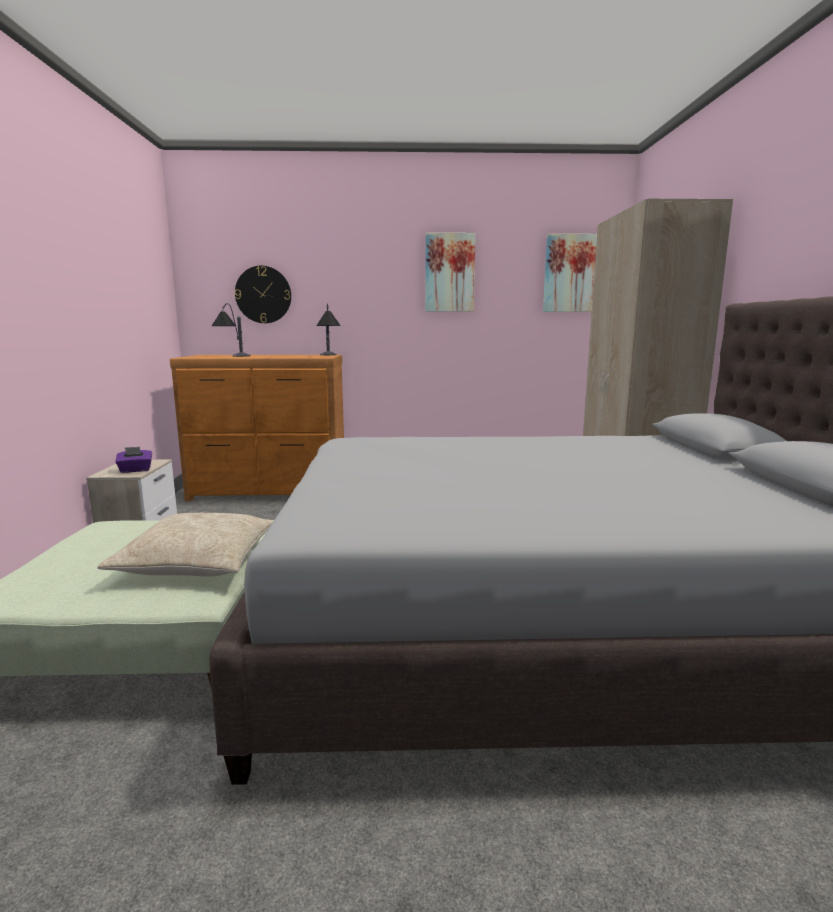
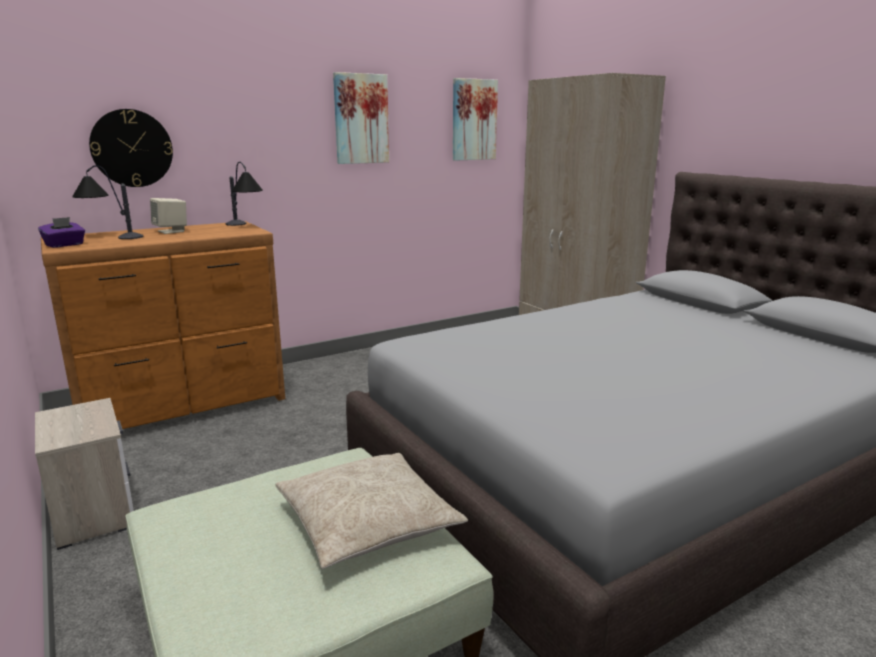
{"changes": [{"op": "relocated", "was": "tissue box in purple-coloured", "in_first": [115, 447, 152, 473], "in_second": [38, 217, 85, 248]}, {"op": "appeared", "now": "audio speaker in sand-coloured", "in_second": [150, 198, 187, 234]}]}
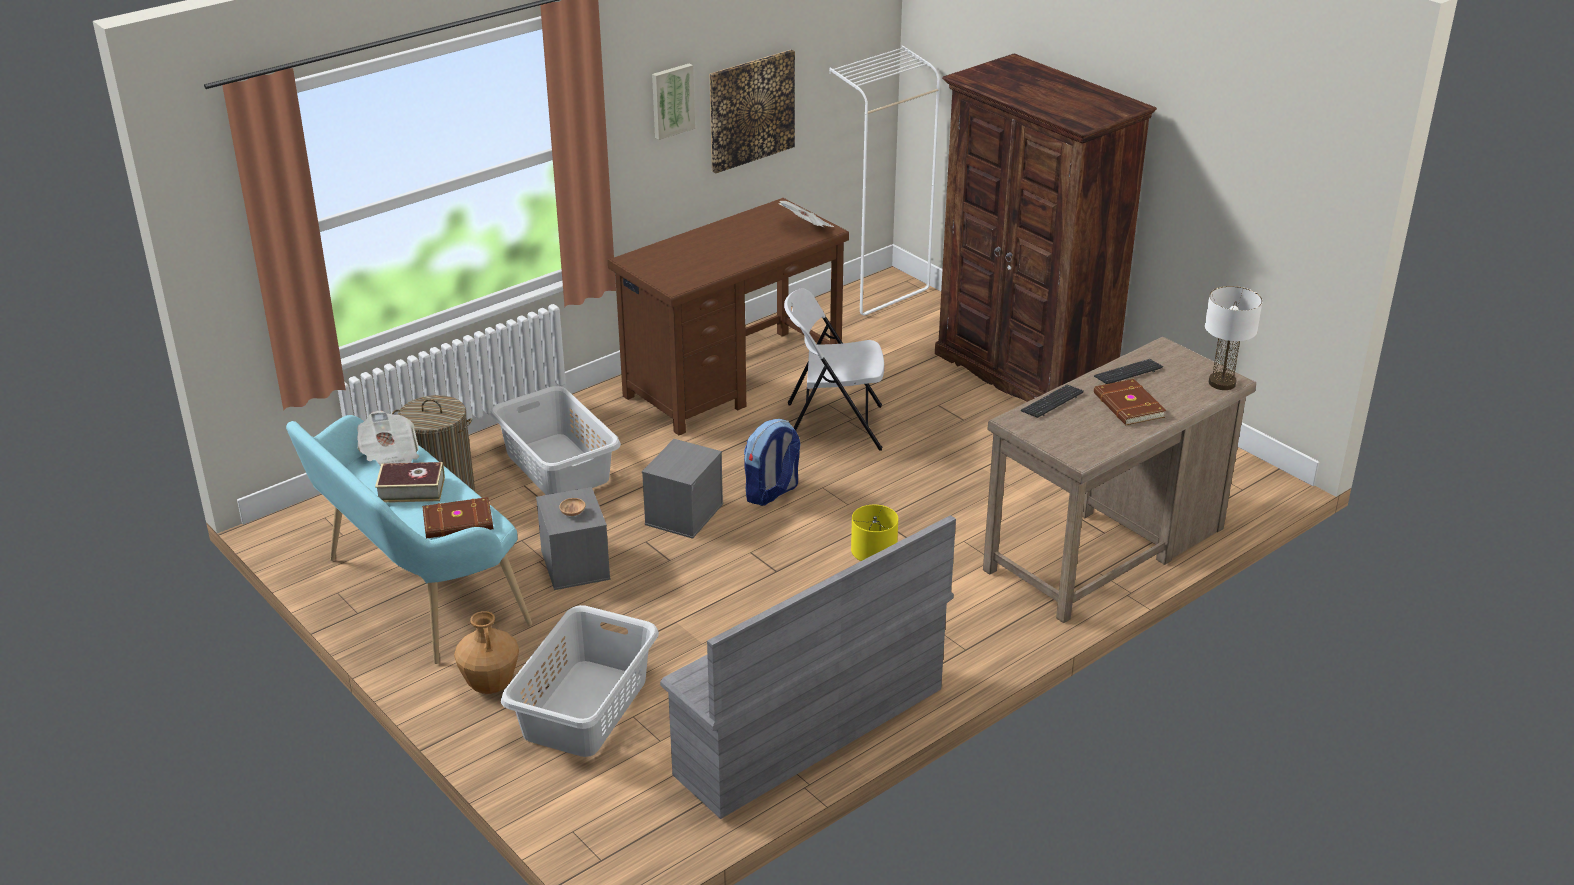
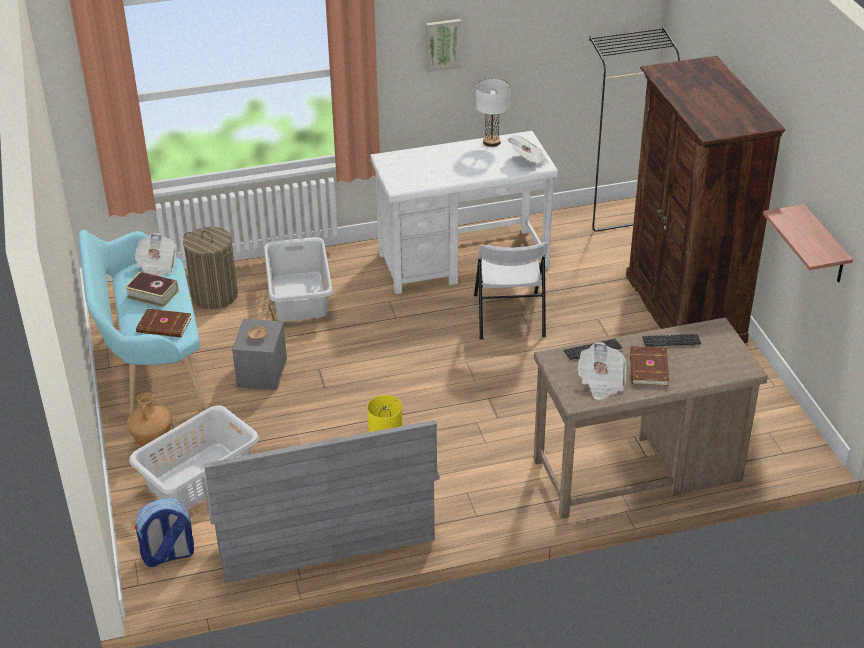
{"changes": [{"op": "relocated", "was": "knapsack", "in_first": [744, 419, 800, 506], "in_second": [134, 498, 194, 567]}, {"op": "colour", "was": "desk unit in brown", "now": "desk unit in whitish", "in_first": [608, 198, 849, 435], "in_second": [370, 131, 558, 294]}, {"op": "spun", "was": "plain chair in whitish", "in_first": [784, 289, 884, 451], "in_second": [474, 242, 548, 339], "clockwise": -120}, {"op": "relocated", "was": "table lamp", "in_first": [1205, 286, 1262, 390], "in_second": [476, 78, 510, 147]}, {"op": "appeared", "now": "newspaper", "in_second": [577, 342, 627, 400]}, {"op": "colour", "was": "clothes rack in whitish", "now": "clothes rack in black", "in_first": [829, 45, 940, 316], "in_second": [589, 26, 680, 232]}, {"op": "appeared", "now": "shelf", "in_second": [763, 204, 853, 283]}, {"op": "missing", "was": "storage container in greyish", "in_first": [642, 439, 723, 539]}, {"op": "missing", "was": "wall picture", "in_first": [709, 50, 795, 173]}]}
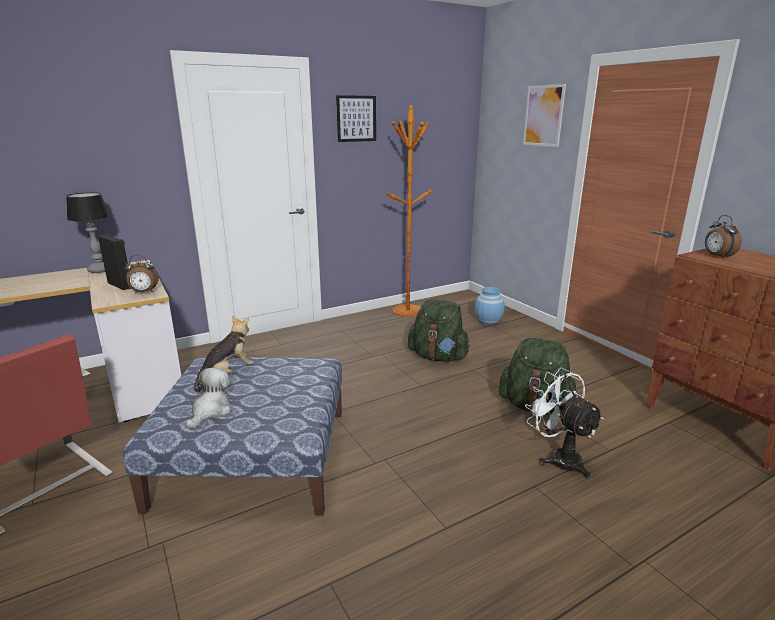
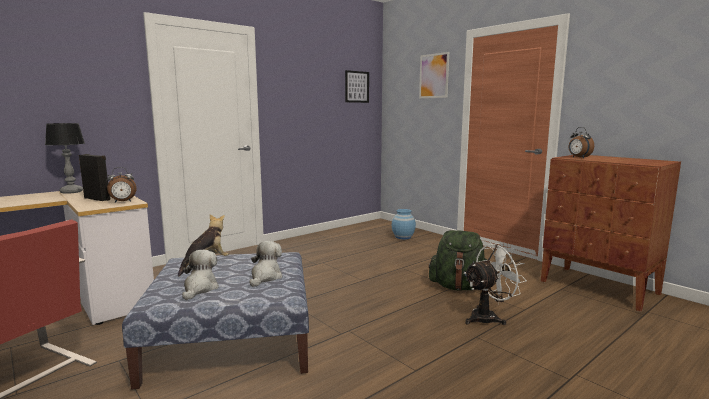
{"changes": [{"op": "appeared", "now": "plush toy", "in_second": [249, 241, 283, 287]}, {"op": "relocated", "was": "wall picture", "in_first": [336, 95, 376, 142], "in_second": [345, 70, 369, 103]}, {"op": "spun", "was": "fan in whitish", "in_first": [525, 367, 604, 479], "in_second": [464, 243, 527, 325], "clockwise": 105}, {"op": "missing", "was": "clothes rack in orange", "in_first": [387, 105, 432, 317]}, {"op": "missing", "was": "knapsack in greenish", "in_first": [408, 299, 470, 362]}]}
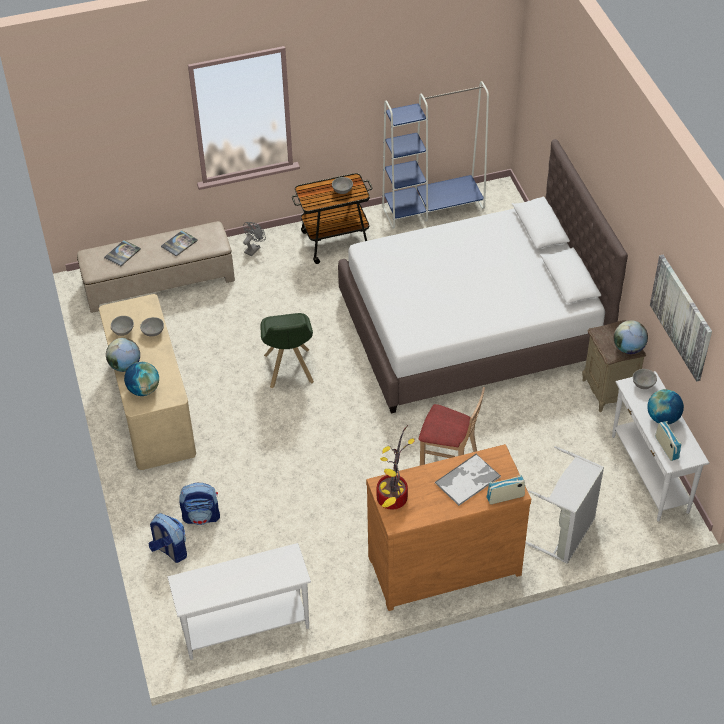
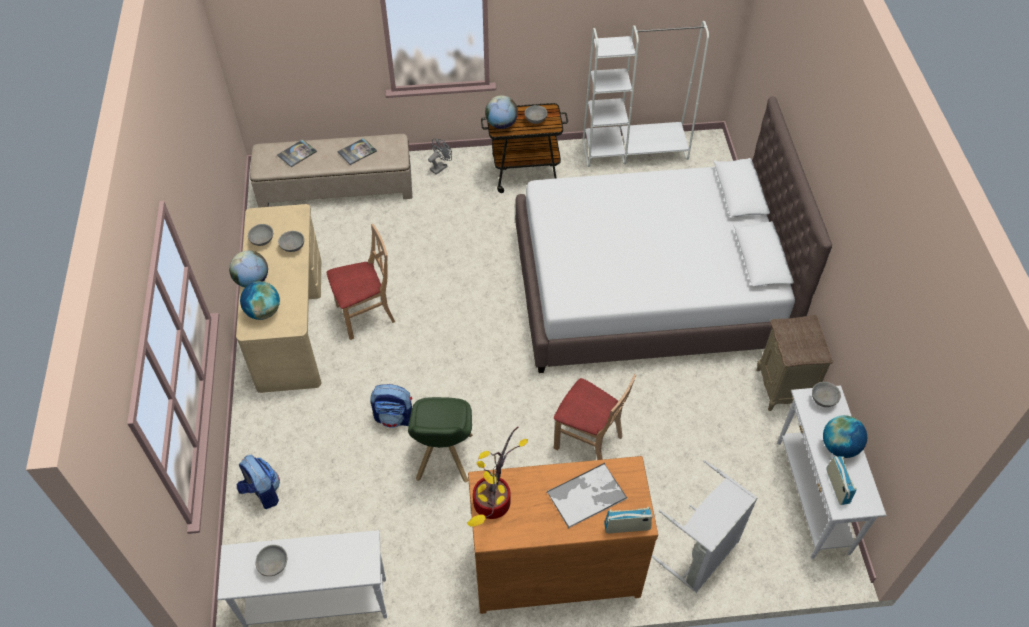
{"changes": [{"op": "appeared", "now": "bowl in greyish", "in_second": [256, 545, 287, 576]}, {"op": "appeared", "now": "plain chair in sand-coloured", "in_second": [327, 224, 395, 340]}, {"op": "relocated", "was": "knapsack", "in_first": [179, 483, 220, 525], "in_second": [370, 384, 412, 428]}, {"op": "relocated", "was": "plain chair in greenish", "in_first": [261, 313, 314, 389], "in_second": [408, 397, 473, 483]}, {"op": "relocated", "was": "world globe", "in_first": [614, 320, 648, 354], "in_second": [485, 95, 518, 129]}, {"op": "colour", "was": "clothes rack in bluish", "now": "clothes rack in whitish", "in_first": [382, 81, 489, 229], "in_second": [583, 21, 709, 167]}, {"op": "missing", "was": "wall picture", "in_first": [650, 255, 712, 382]}]}
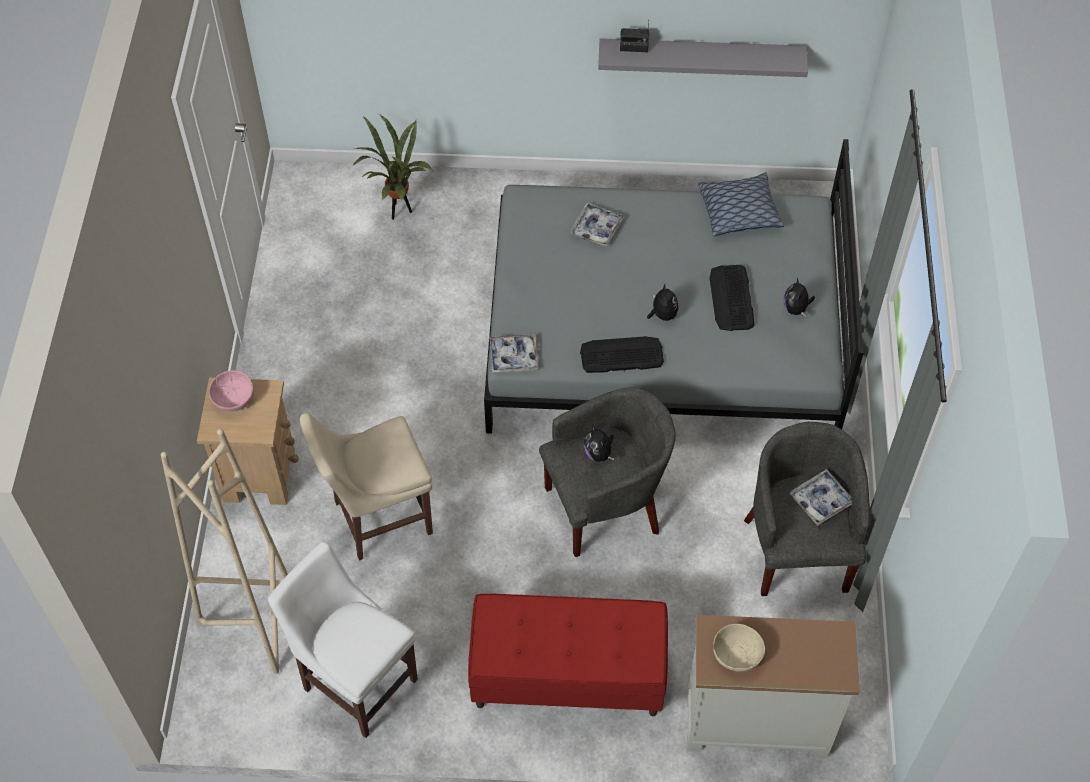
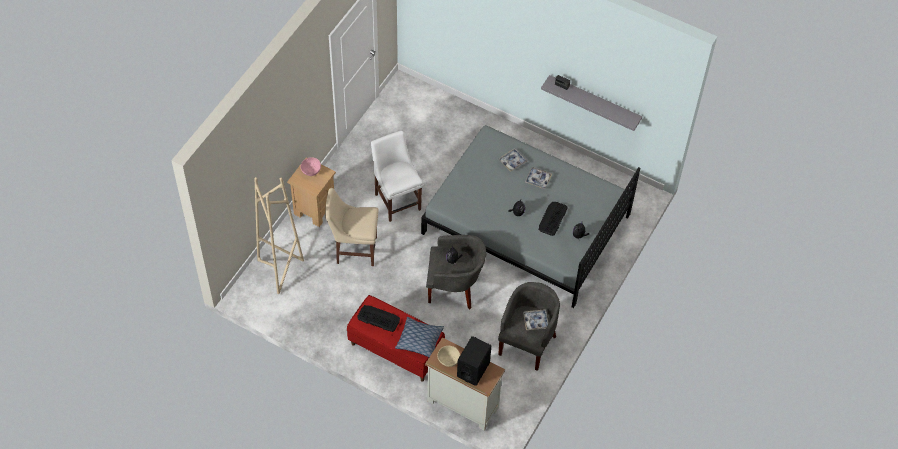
{"changes": [{"op": "relocated", "was": "computer keyboard", "in_first": [580, 336, 664, 373], "in_second": [357, 305, 400, 332]}, {"op": "relocated", "was": "plain chair in whitish", "in_first": [268, 542, 418, 738], "in_second": [371, 131, 423, 222]}, {"op": "relocated", "was": "throw pillow", "in_first": [698, 172, 784, 236], "in_second": [395, 317, 444, 357]}, {"op": "appeared", "now": "audio speaker in black", "in_second": [457, 336, 491, 386]}, {"op": "relocated", "was": "carrying tray", "in_first": [490, 334, 538, 373], "in_second": [525, 167, 552, 189]}, {"op": "missing", "was": "houseplant", "in_first": [353, 115, 433, 220]}]}
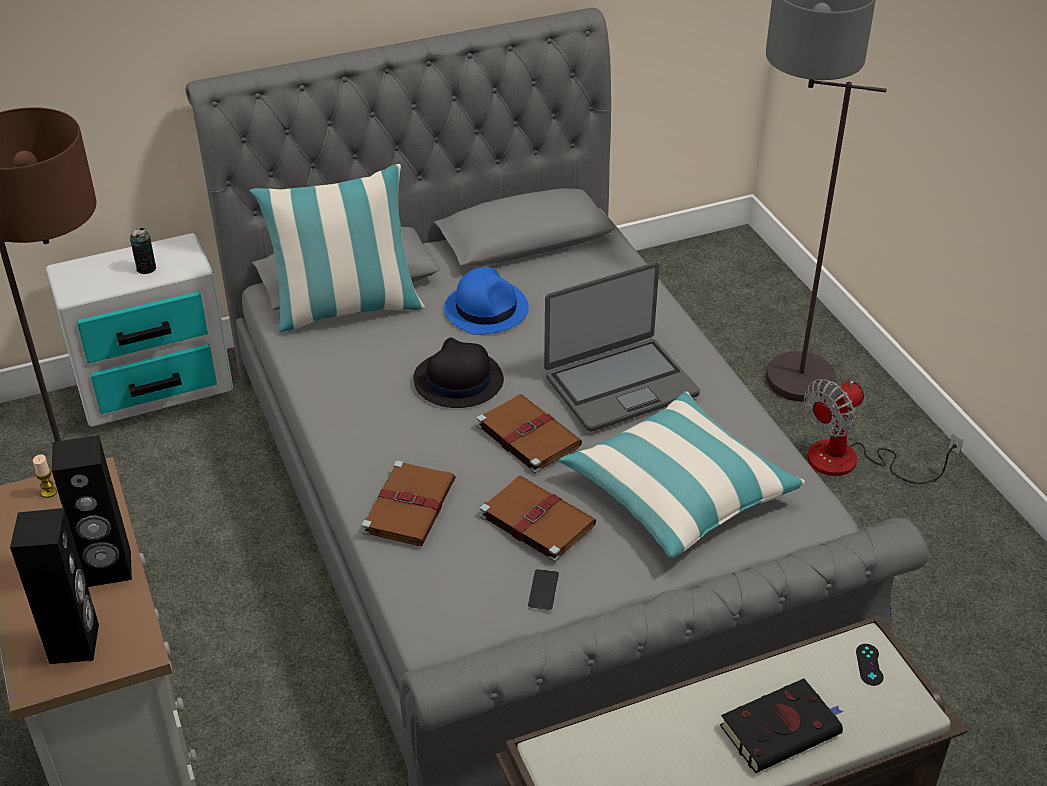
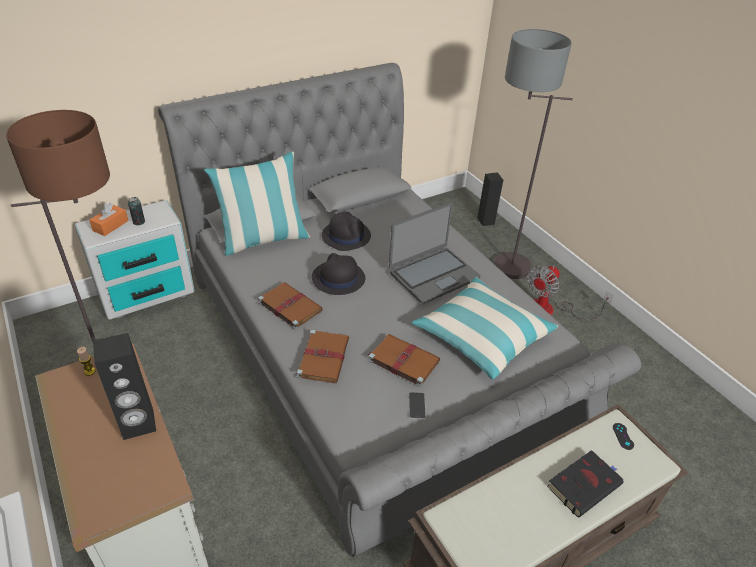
{"changes": [{"op": "appeared", "now": "tissue box in orange", "in_second": [89, 203, 129, 236]}, {"op": "relocated", "was": "volume in brown", "in_first": [477, 394, 582, 473], "in_second": [258, 282, 323, 329]}, {"op": "colour", "was": "hat in bluish", "now": "hat in black", "in_first": [444, 267, 529, 335], "in_second": [322, 211, 371, 251]}, {"op": "relocated", "was": "audio speaker in black", "in_first": [10, 508, 99, 664], "in_second": [477, 172, 503, 226]}]}
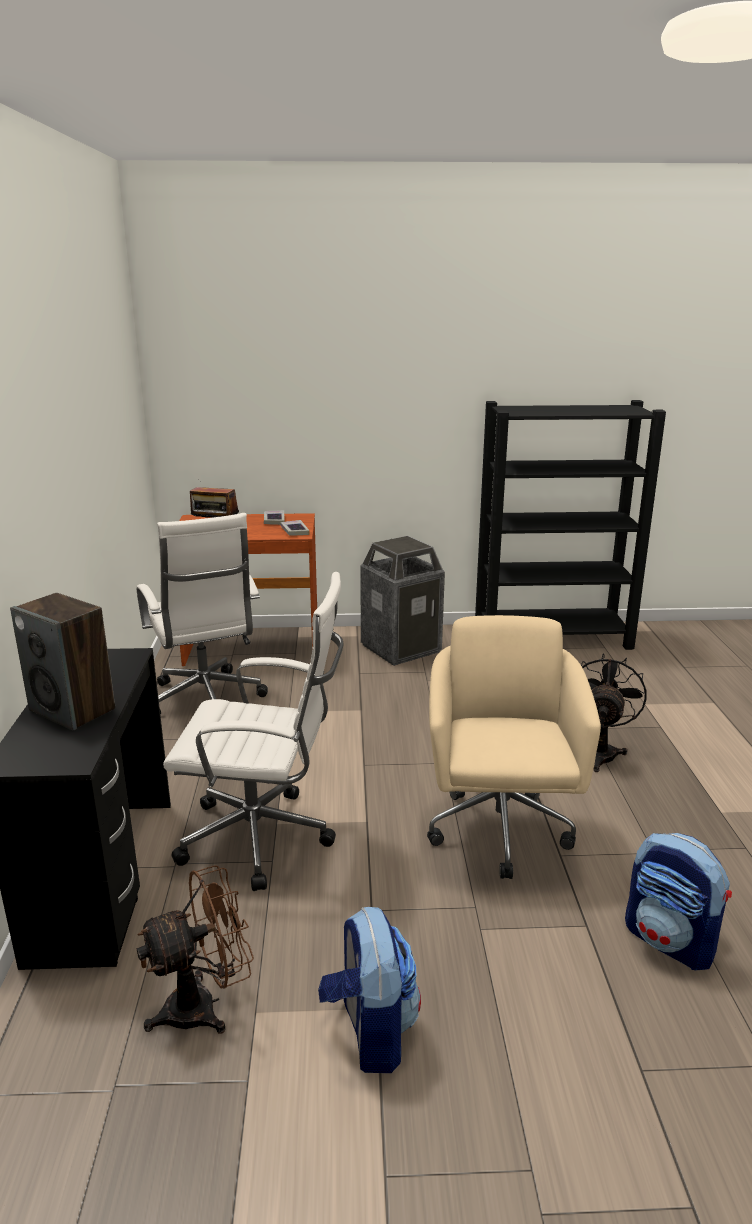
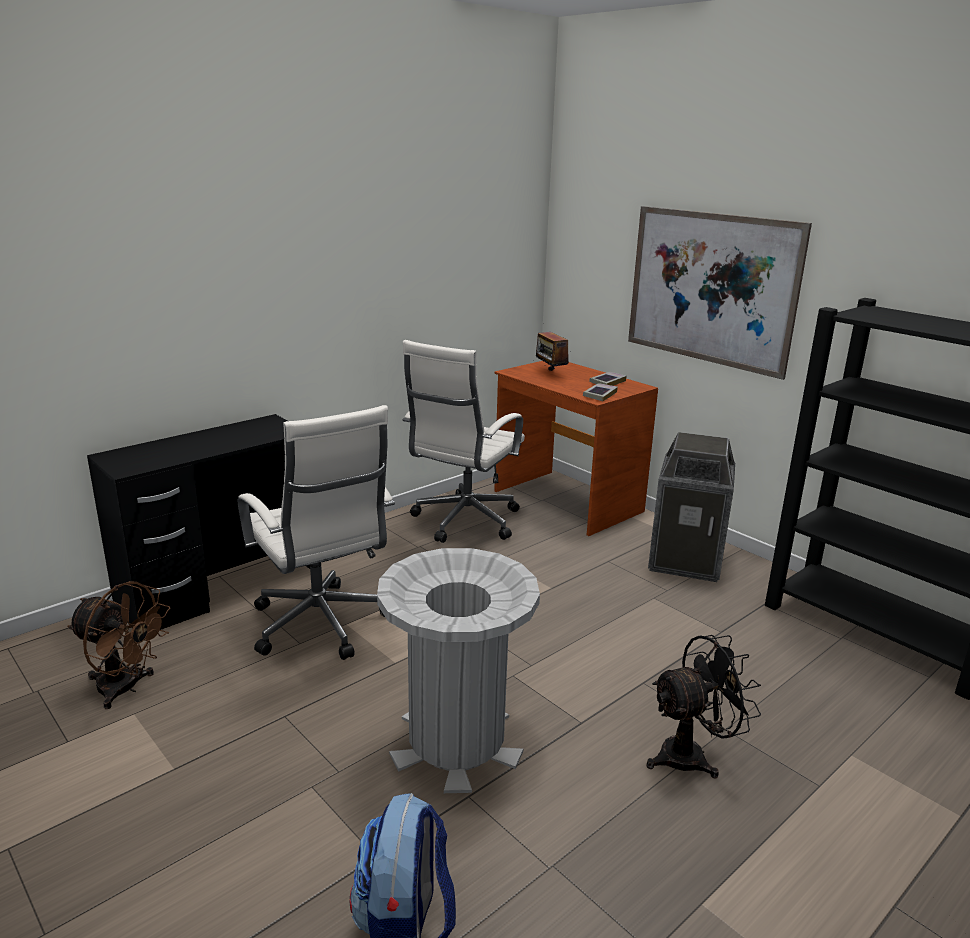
{"changes": [{"op": "exchanged", "was": "computer chair in sand-coloured", "now": "trash can in greyish", "in_first": [427, 615, 601, 879], "in_second": [377, 548, 540, 793]}, {"op": "appeared", "now": "wall picture", "in_second": [628, 206, 812, 380]}, {"op": "missing", "was": "audio speaker", "in_first": [10, 593, 115, 731]}, {"op": "missing", "was": "knapsack", "in_first": [318, 907, 421, 1073]}]}
